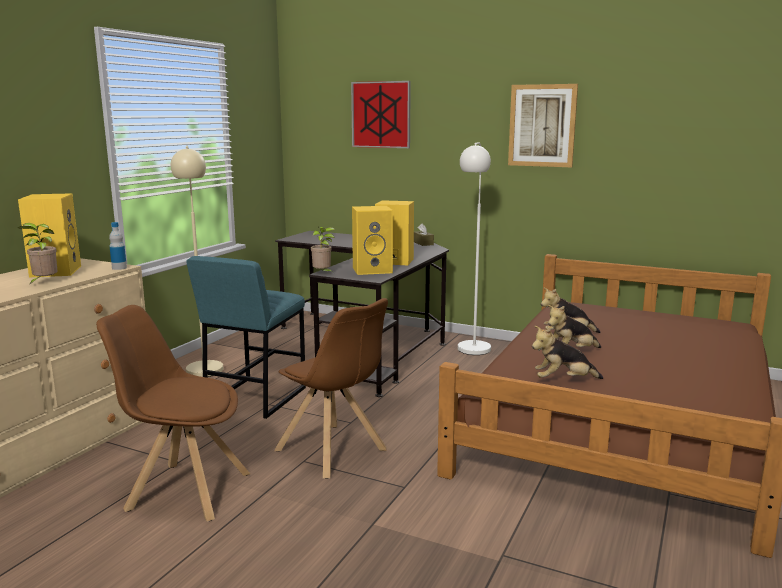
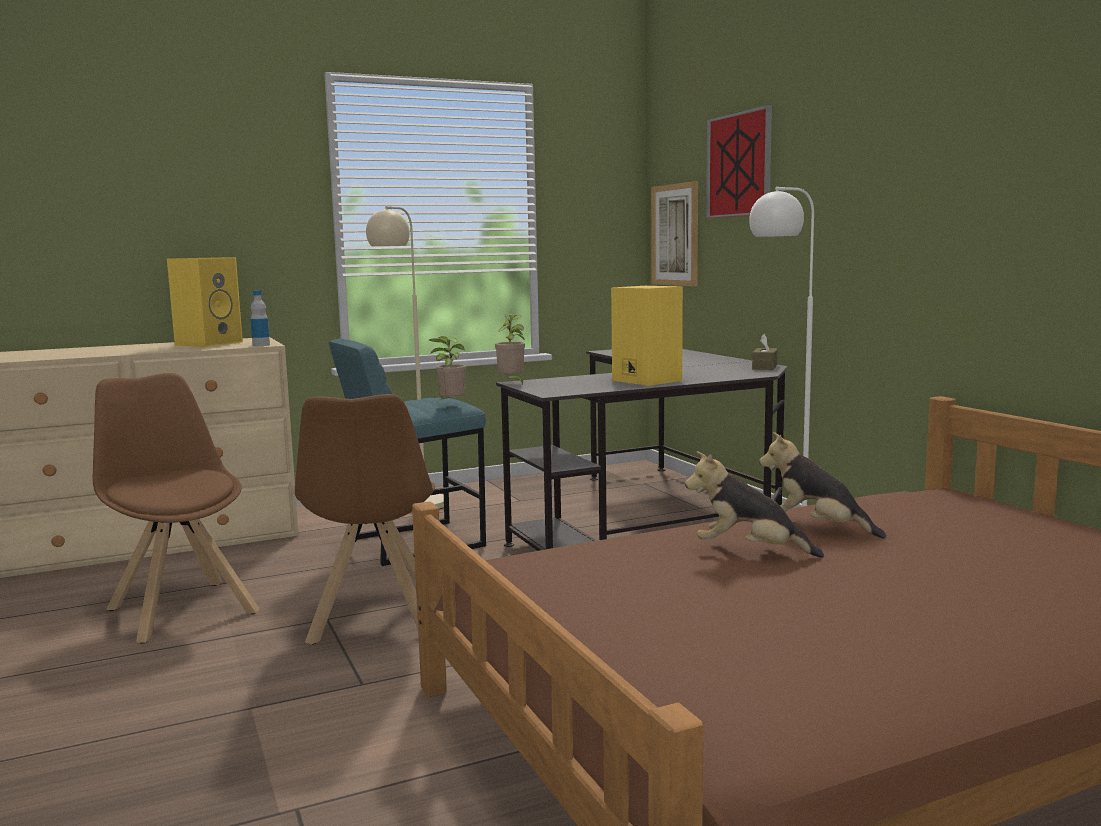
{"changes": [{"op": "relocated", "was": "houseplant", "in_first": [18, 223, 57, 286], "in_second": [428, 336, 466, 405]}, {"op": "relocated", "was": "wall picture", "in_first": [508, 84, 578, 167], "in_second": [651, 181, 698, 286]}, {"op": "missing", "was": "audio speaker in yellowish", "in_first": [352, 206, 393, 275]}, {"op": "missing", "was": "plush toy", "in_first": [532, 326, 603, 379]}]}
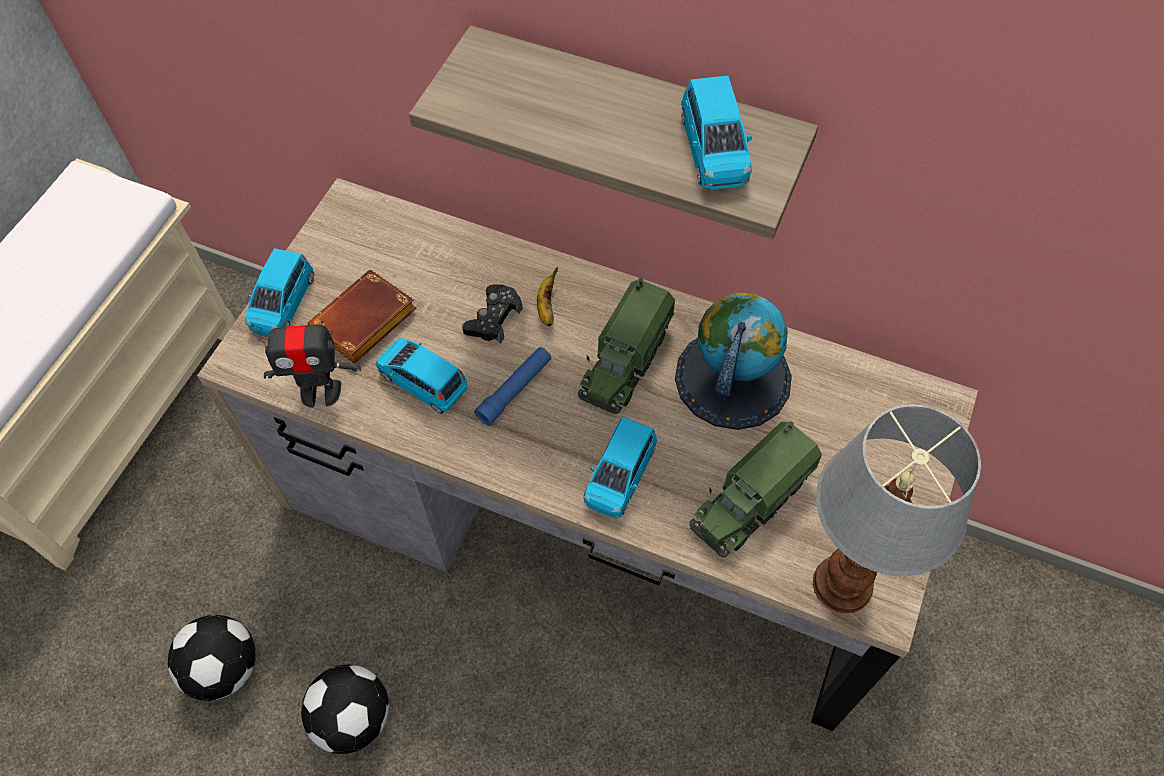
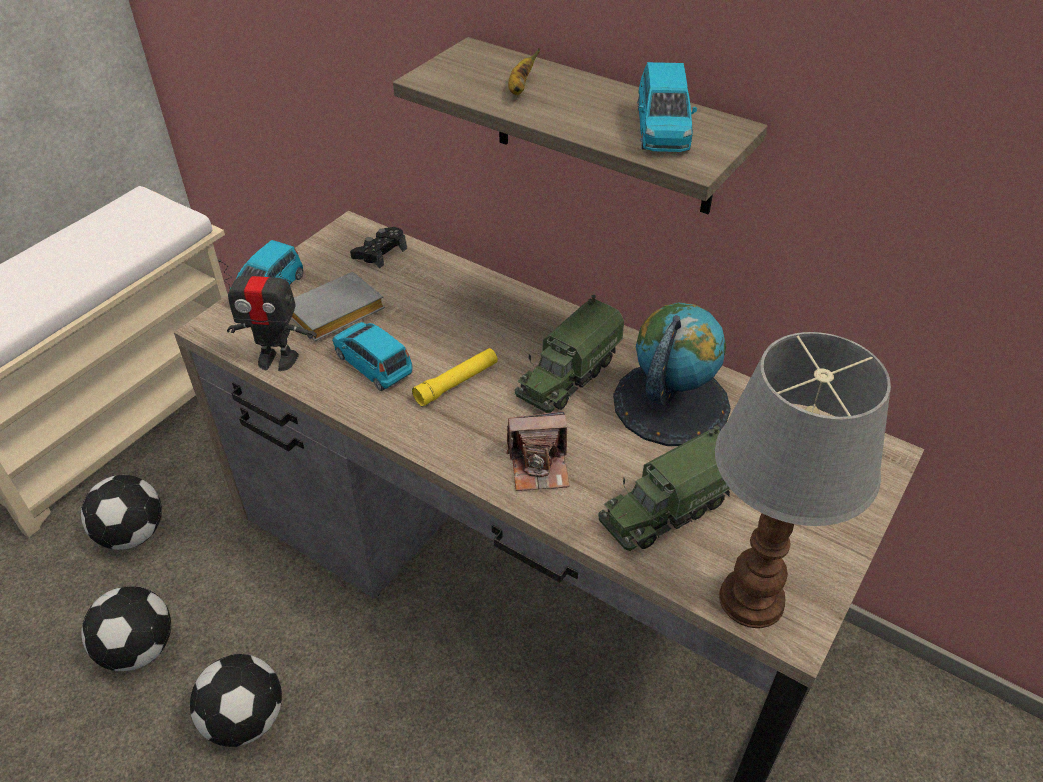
{"changes": [{"op": "appeared", "now": "ball for football", "in_second": [81, 475, 162, 550]}, {"op": "colour", "was": "volume in brown", "now": "volume in greyish", "in_first": [308, 270, 416, 364], "in_second": [291, 272, 385, 341]}, {"op": "relocated", "was": "joypad in black", "in_first": [462, 284, 523, 344], "in_second": [350, 227, 407, 268]}, {"op": "colour", "was": "torch in bluish", "now": "torch in yellowish", "in_first": [474, 347, 551, 426], "in_second": [412, 348, 498, 407]}, {"op": "exchanged", "was": "model car in bluish", "now": "photo camera", "in_first": [583, 417, 657, 518], "in_second": [506, 411, 570, 491]}, {"op": "relocated", "was": "whole banana", "in_first": [537, 267, 558, 326], "in_second": [508, 48, 540, 95]}]}
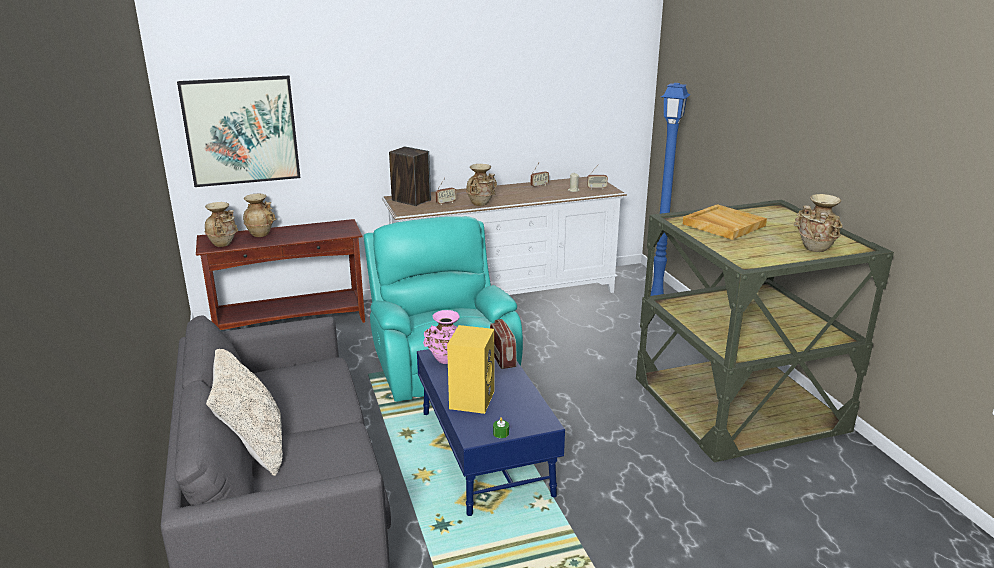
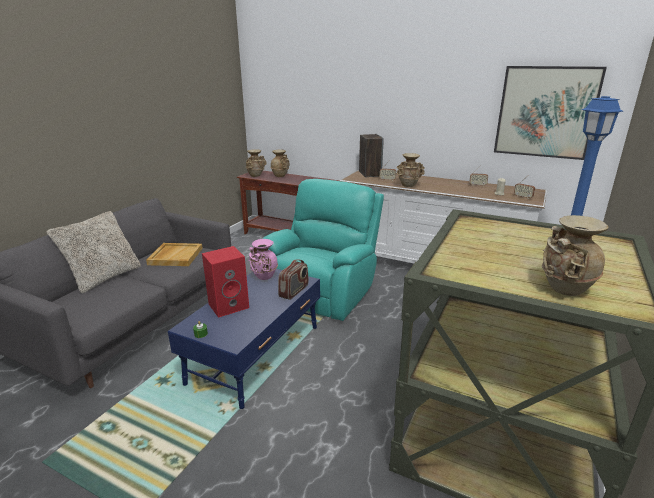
{"changes": [{"op": "relocated", "was": "carrying tray in sand-coloured", "in_first": [683, 204, 767, 240], "in_second": [146, 243, 203, 266]}, {"op": "colour", "was": "audio speaker in yellowish", "now": "audio speaker in red-coloured", "in_first": [447, 325, 494, 414], "in_second": [202, 246, 249, 318]}, {"op": "relocated", "was": "wall picture", "in_first": [177, 76, 300, 187], "in_second": [494, 66, 607, 160]}]}
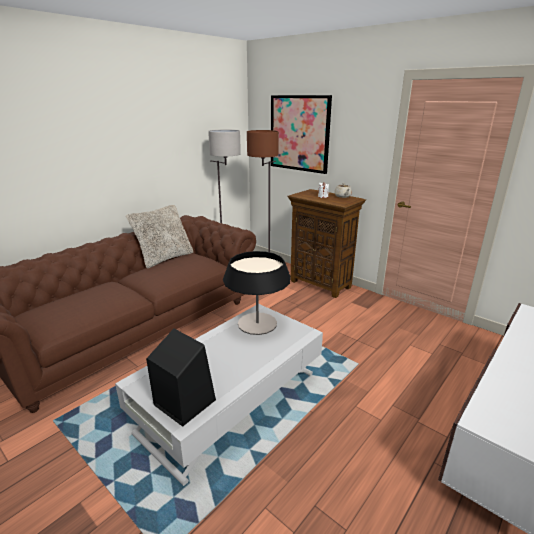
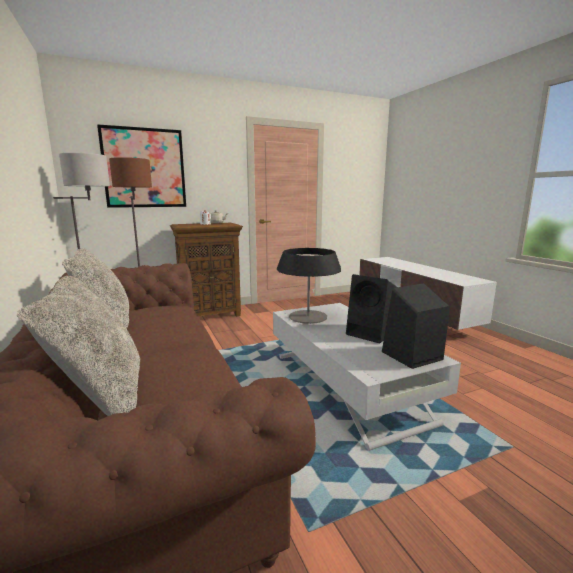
{"changes": [{"op": "appeared", "now": "throw pillow in sand-coloured", "in_second": [16, 276, 140, 416]}, {"op": "appeared", "now": "audio speaker in black", "in_second": [346, 274, 397, 343]}]}
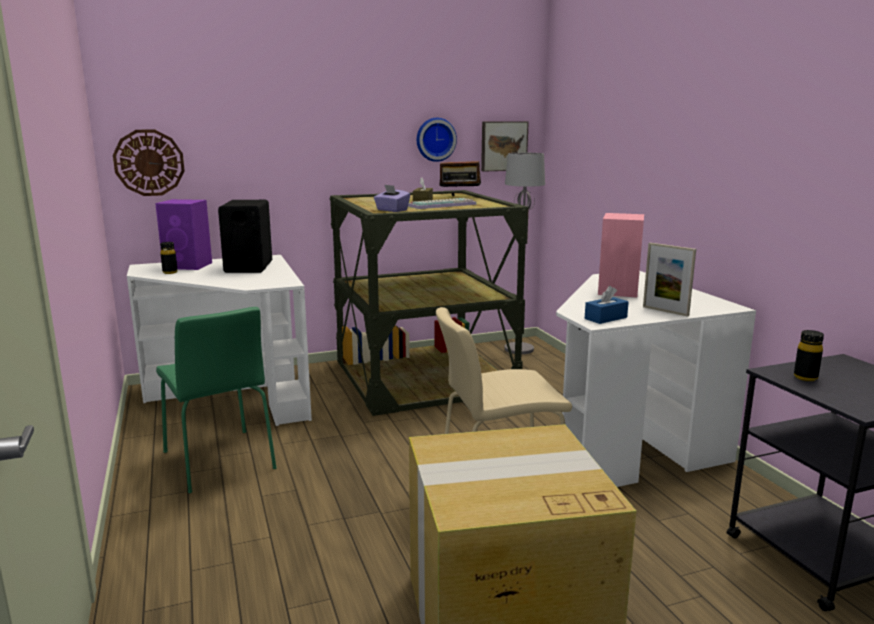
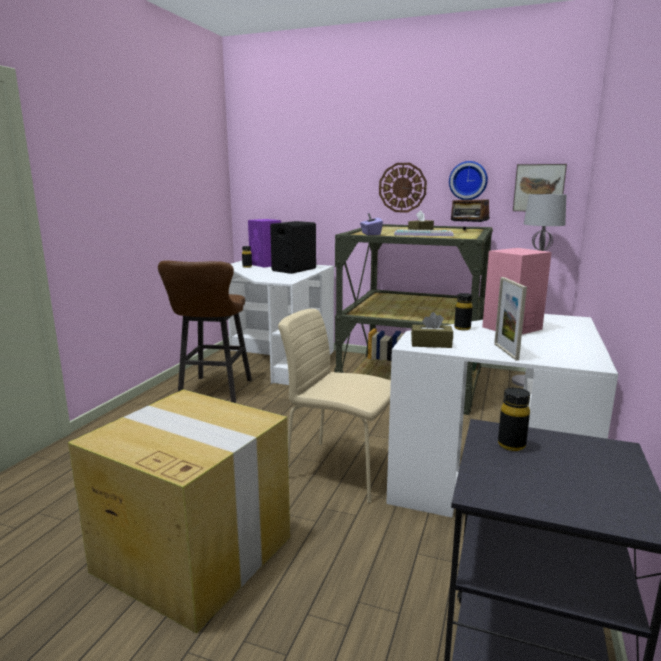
{"changes": [{"op": "exchanged", "was": "plain chair in greenish", "now": "sitting stool in brown", "in_first": [156, 307, 277, 493], "in_second": [158, 260, 252, 403]}, {"op": "relocated", "was": "hanging clock", "in_first": [113, 130, 185, 196], "in_second": [379, 163, 427, 213]}, {"op": "colour", "was": "tissue box in bluish", "now": "tissue box in brown", "in_first": [585, 286, 629, 324], "in_second": [411, 312, 453, 348]}, {"op": "appeared", "now": "bottle in black", "in_second": [454, 293, 473, 330]}]}
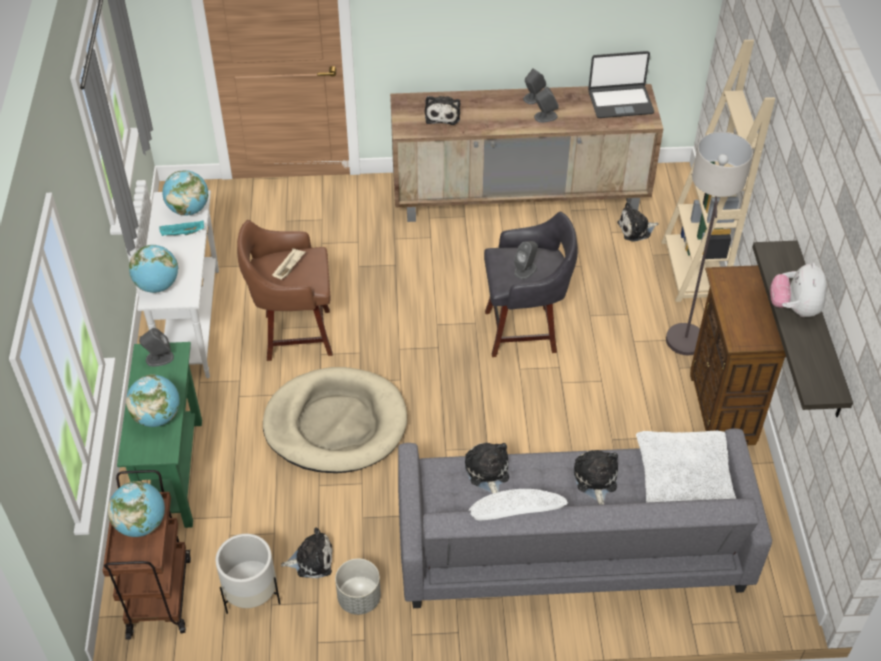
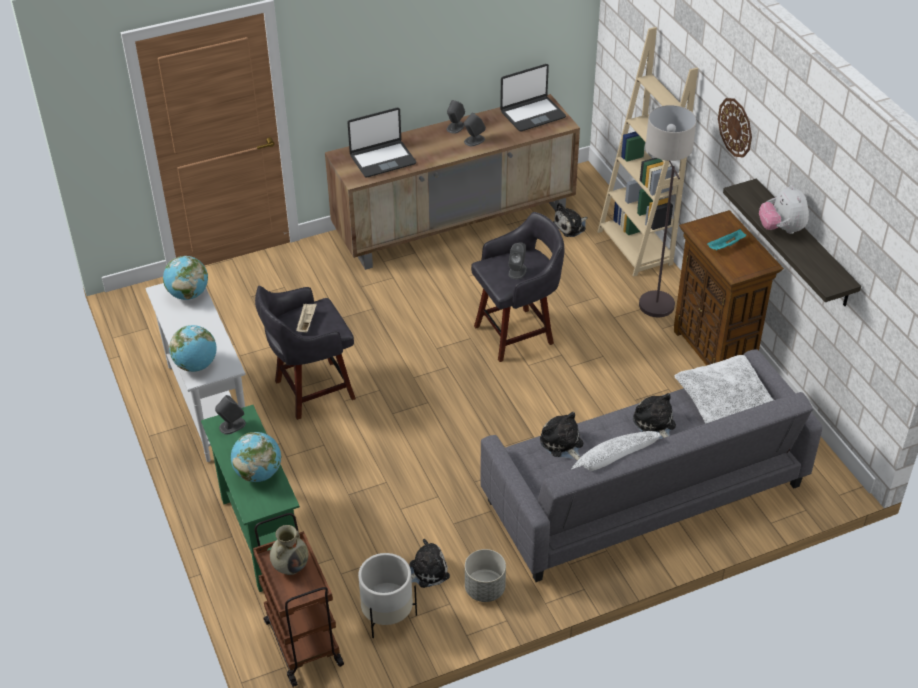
{"changes": [{"op": "colour", "was": "sitting stool in brown", "now": "sitting stool in greyish", "in_first": [237, 220, 333, 361], "in_second": [255, 286, 356, 420]}, {"op": "exchanged", "was": "world globe", "now": "flower vase in sand-coloured", "in_first": [108, 481, 165, 537], "in_second": [270, 525, 308, 575]}, {"op": "exchanged", "was": "plush toy", "now": "notebook computer", "in_first": [425, 96, 460, 125], "in_second": [348, 108, 416, 177]}, {"op": "relocated", "was": "carrying tray in blue-green", "in_first": [159, 220, 204, 236], "in_second": [707, 229, 746, 251]}, {"op": "appeared", "now": "hanging clock", "in_second": [718, 98, 752, 157]}, {"op": "missing", "was": "dog cushion in sand-coloured", "in_first": [263, 367, 407, 473]}]}
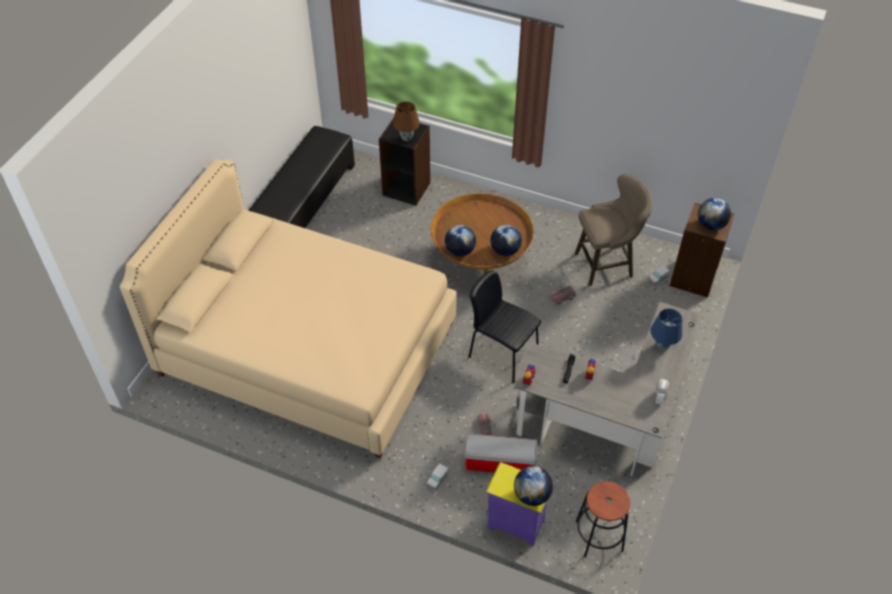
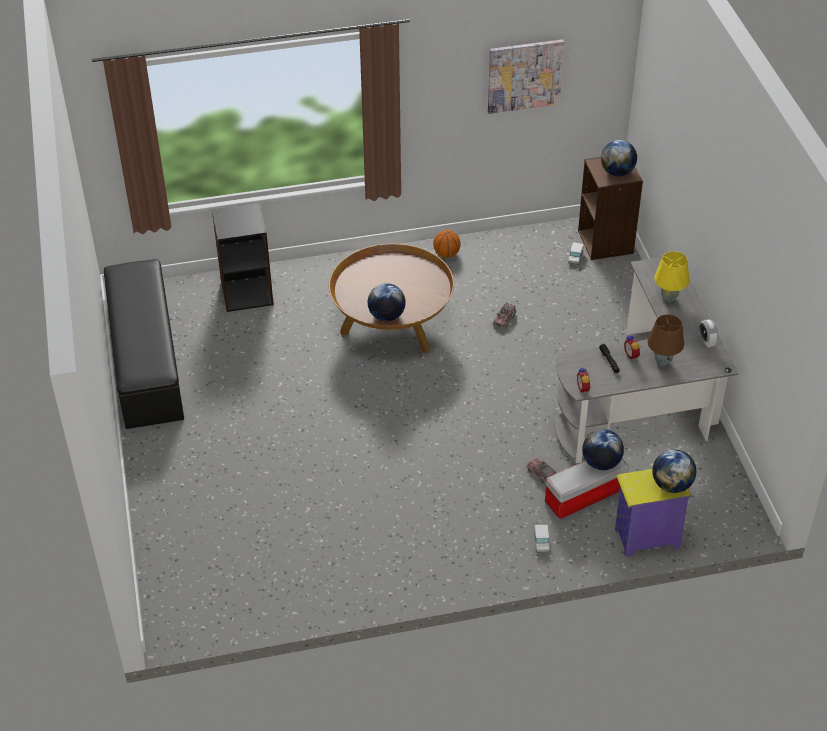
{"changes": [{"op": "appeared", "now": "basketball", "in_second": [433, 230, 461, 258]}, {"op": "appeared", "now": "wall picture", "in_second": [488, 39, 564, 114]}, {"op": "relocated", "was": "world globe", "in_first": [490, 225, 522, 256], "in_second": [582, 429, 624, 470]}, {"op": "relocated", "was": "table lamp in brown", "in_first": [393, 102, 420, 141], "in_second": [648, 314, 684, 366]}, {"op": "colour", "was": "table lamp in bluish", "now": "table lamp in yellowish", "in_first": [650, 309, 682, 351], "in_second": [654, 251, 689, 302]}, {"op": "missing", "was": "bed in sand-coloured", "in_first": [120, 159, 457, 459]}, {"op": "missing", "was": "plain chair in black", "in_first": [468, 270, 541, 383]}, {"op": "missing", "was": "sitting stool in sand-coloured", "in_first": [575, 174, 652, 286]}, {"op": "missing", "was": "sitting stool in black", "in_first": [576, 481, 630, 557]}]}
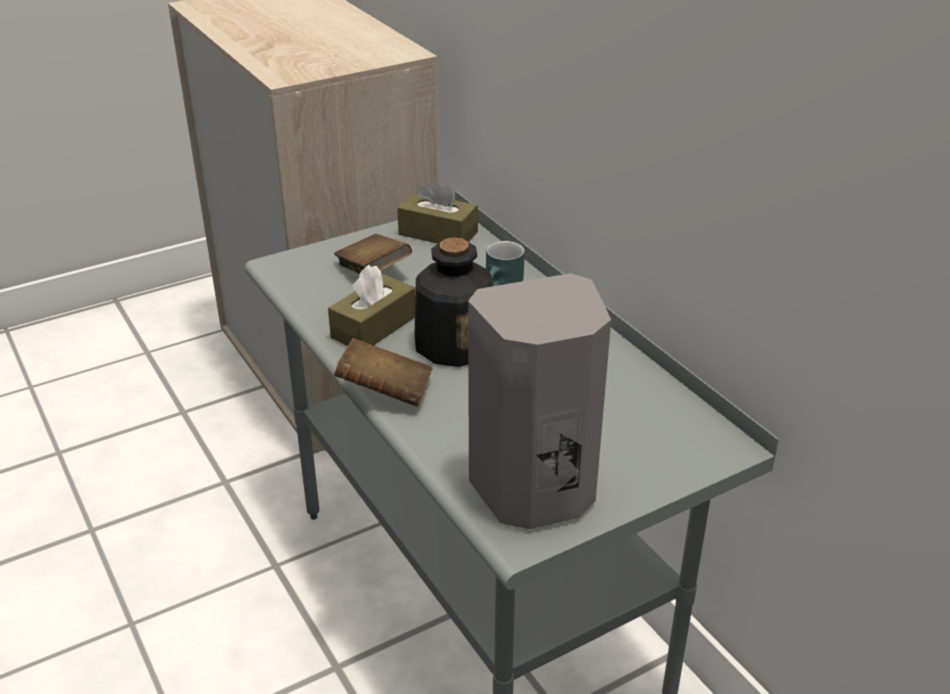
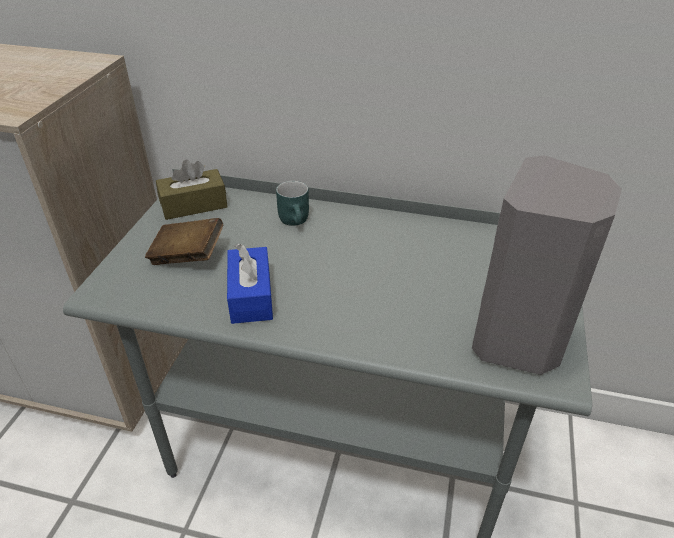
{"changes": [{"op": "colour", "was": "tissue box in brown", "now": "tissue box in bluish", "in_first": [328, 265, 415, 346], "in_second": [227, 243, 273, 324]}, {"op": "missing", "was": "volume in brown", "in_first": [334, 338, 433, 407]}, {"op": "missing", "was": "bottle", "in_first": [414, 238, 494, 367]}]}
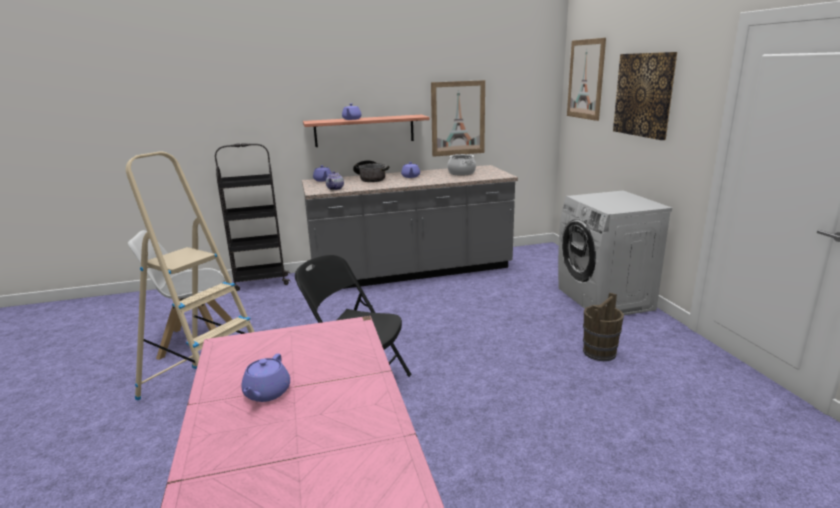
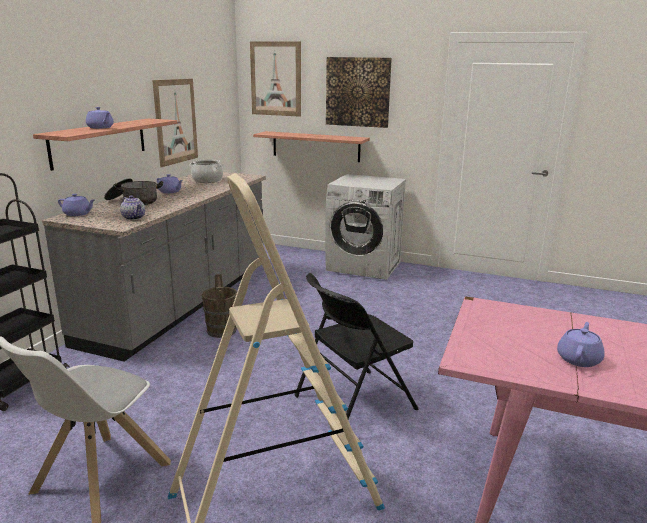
{"changes": [{"op": "relocated", "was": "pail in brown", "in_first": [583, 292, 624, 361], "in_second": [202, 274, 237, 338]}, {"op": "appeared", "now": "shelf", "in_second": [253, 131, 370, 162]}, {"op": "spun", "was": "tea pot in purple-coloured", "in_first": [241, 354, 290, 402], "in_second": [557, 322, 605, 367], "clockwise": -105}]}
